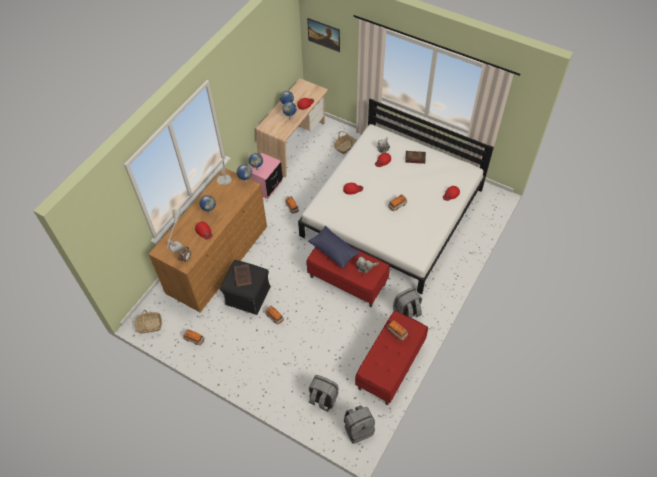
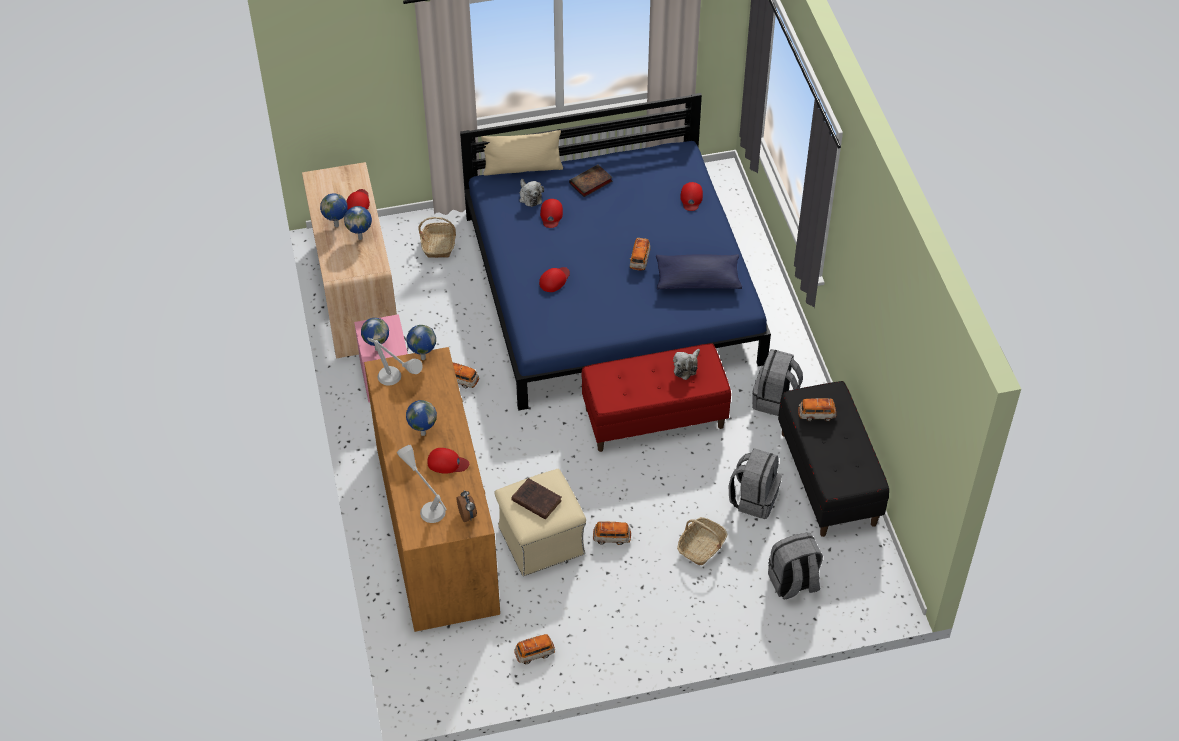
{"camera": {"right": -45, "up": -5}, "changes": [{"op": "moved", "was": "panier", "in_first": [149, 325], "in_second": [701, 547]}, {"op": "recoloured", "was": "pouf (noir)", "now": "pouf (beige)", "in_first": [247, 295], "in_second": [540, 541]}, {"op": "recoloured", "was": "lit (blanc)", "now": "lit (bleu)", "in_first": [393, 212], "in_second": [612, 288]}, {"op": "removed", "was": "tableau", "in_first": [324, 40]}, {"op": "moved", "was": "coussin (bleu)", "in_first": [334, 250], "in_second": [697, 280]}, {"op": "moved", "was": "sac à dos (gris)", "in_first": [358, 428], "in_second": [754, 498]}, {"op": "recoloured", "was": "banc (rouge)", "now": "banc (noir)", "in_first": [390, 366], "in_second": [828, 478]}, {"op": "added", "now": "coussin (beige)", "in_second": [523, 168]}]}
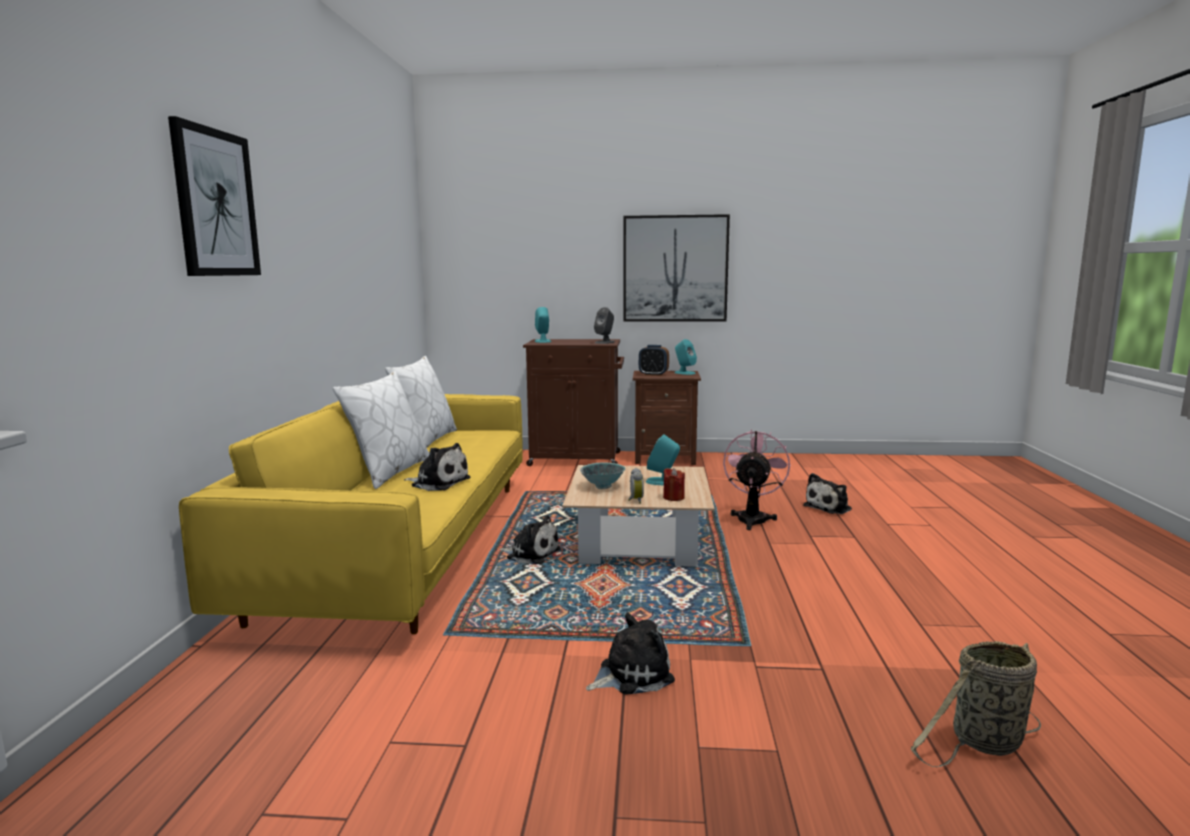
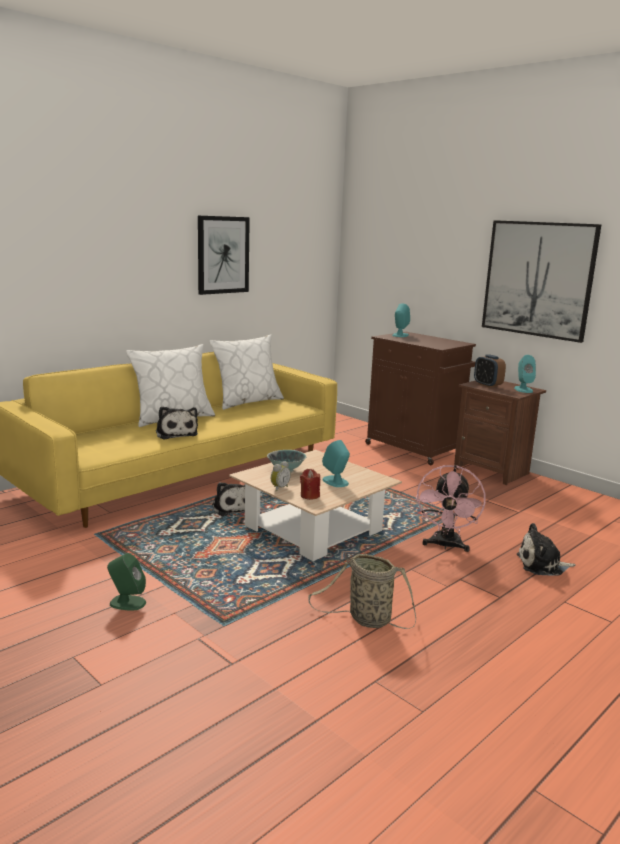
{"camera": {"right": 40, "up": 5}, "changes": [{"op": "moved", "was": "tableau", "in_first": [215, 203], "in_second": [223, 255]}, {"op": "replaced", "was": "peluche", "now": "enceinte (vert)", "in_first": [631, 674], "in_second": [127, 603]}, {"op": "removed", "was": "enceinte (gris)", "in_first": [605, 342]}, {"op": "turned", "was": "ventilateur (rose)", "in_first": [753, 518], "in_second": [445, 546], "clockwise": 135}, {"op": "moved", "was": "panier", "in_first": [983, 743], "in_second": [366, 619]}]}
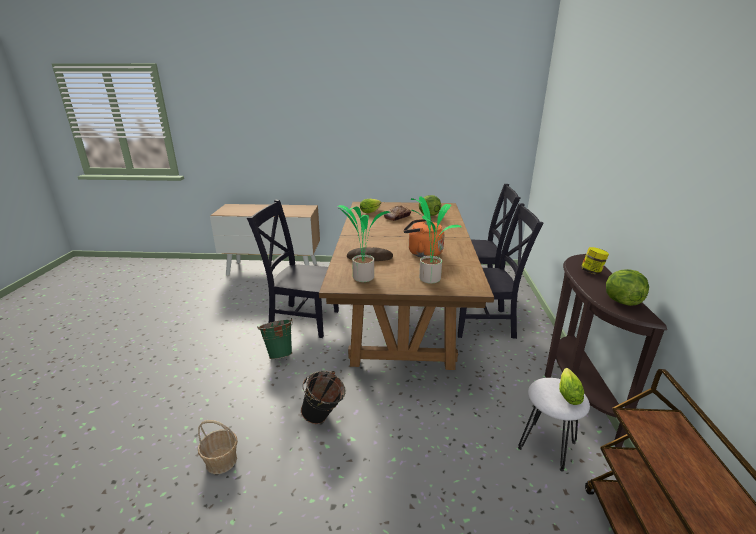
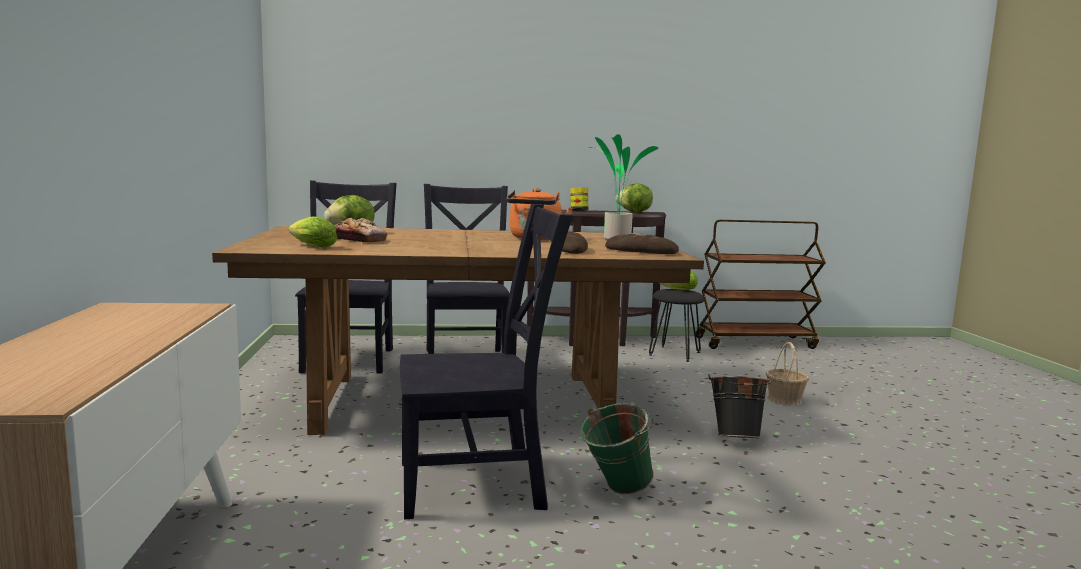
{"camera": {"right": -100, "up": -15}, "changes": [{"op": "moved", "was": "panier", "in_first": [221, 461], "in_second": [784, 400]}, {"op": "turned", "was": "chaise (noir)", "in_first": [302, 319], "in_second": [478, 484], "clockwise": -105}, {"op": "replaced", "was": "plante en pot", "now": "pain", "in_first": [361, 278], "in_second": [641, 251]}, {"op": "recoloured", "was": "tabouret (blanc)", "now": "tabouret (noir)", "in_first": [547, 445], "in_second": [675, 353]}]}
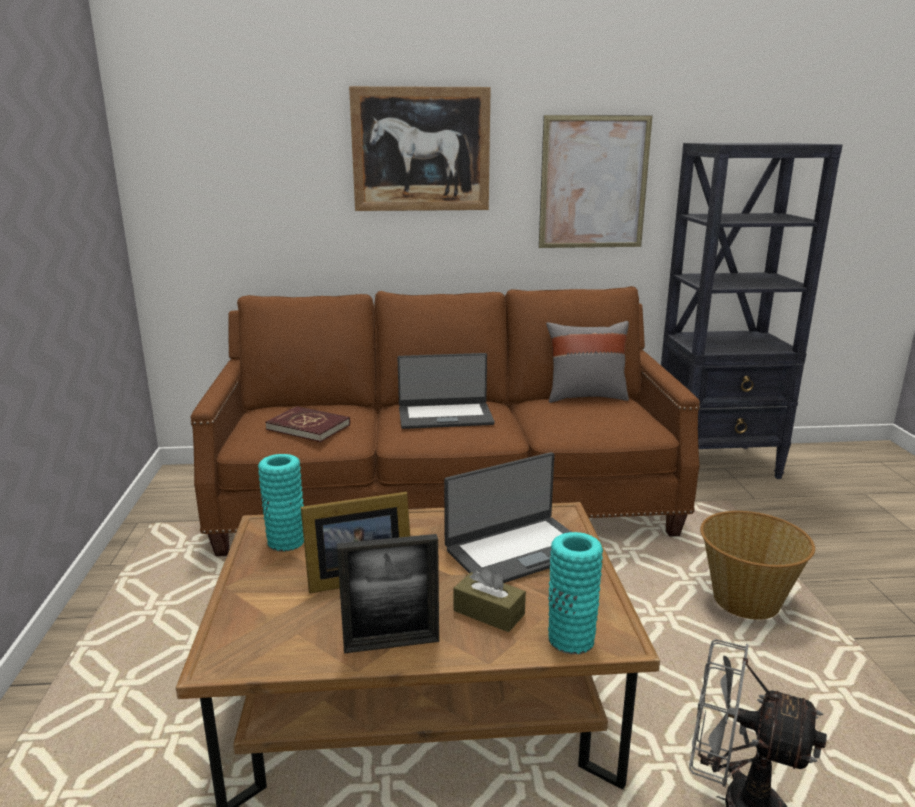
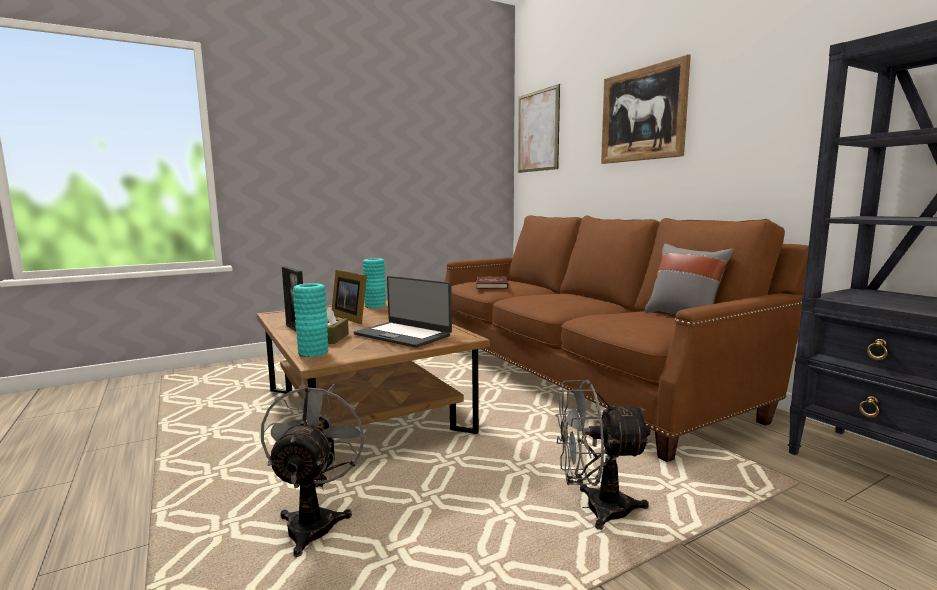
{"camera": {"right": 65, "up": -10}, "changes": [{"op": "removed", "was": "ordinateur portable", "in_first": [445, 416]}, {"op": "moved", "was": "tableau", "in_first": [593, 183], "in_second": [538, 131]}, {"op": "replaced", "was": "panier", "now": "ventilateur (gris)", "in_first": [746, 600], "in_second": [595, 509]}]}
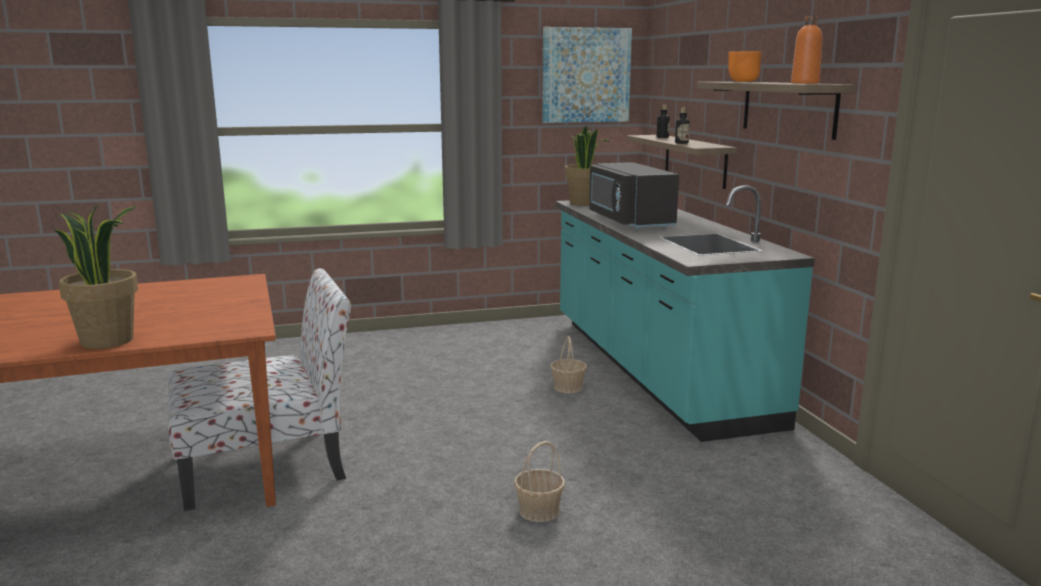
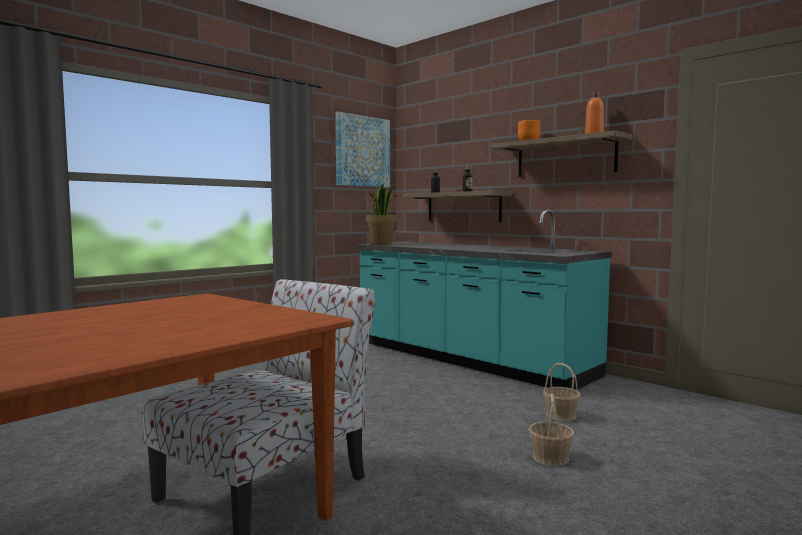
{"camera": {"right": -30, "up": -10}, "changes": [{"op": "removed", "was": "plante en pot", "in_first": [108, 340]}, {"op": "moved", "was": "panier", "in_first": [568, 387], "in_second": [561, 415]}, {"op": "removed", "was": "micro-ondes (noir)", "in_first": [628, 221]}]}
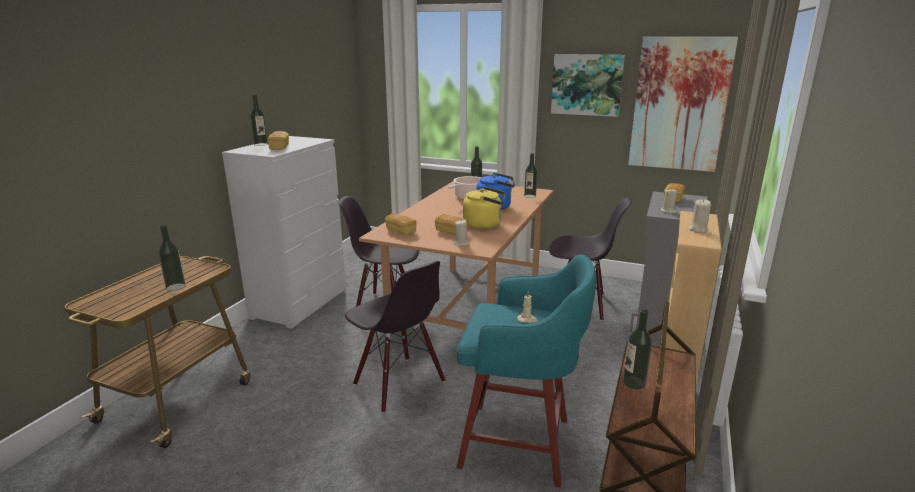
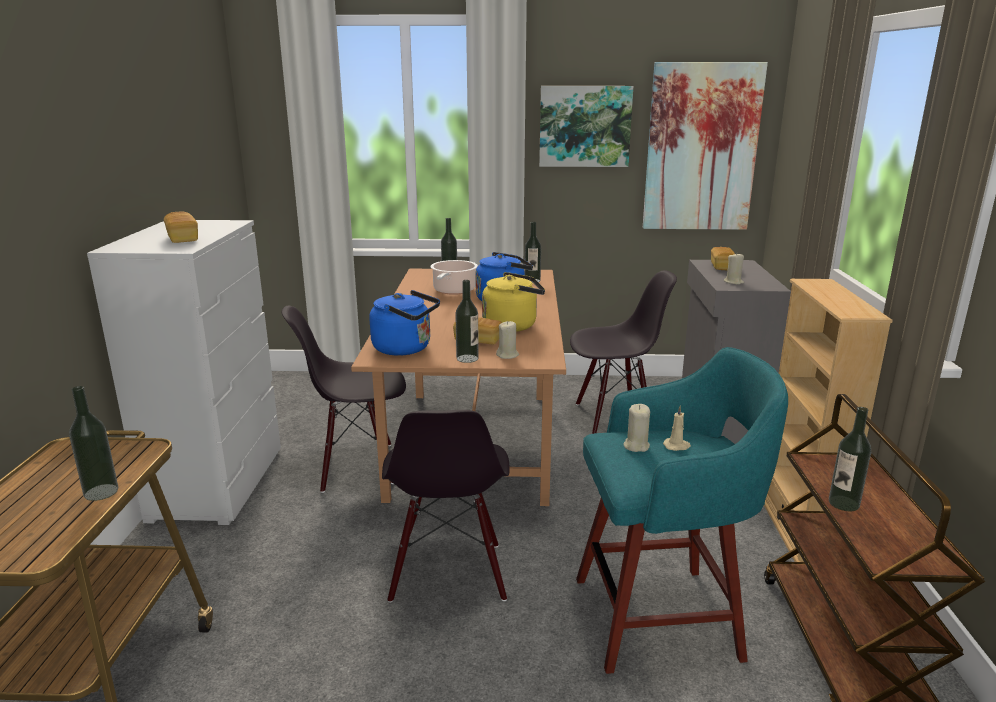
{"camera": {"right": -20, "up": 0}, "changes": [{"op": "moved", "was": "bouteille", "in_first": [261, 144], "in_second": [467, 358]}, {"op": "turned", "was": "chaise (noir)", "in_first": [398, 383], "in_second": [448, 573], "clockwise": 60}, {"op": "replaced", "was": "pain", "now": "bouilloire (bleu)", "in_first": [401, 231], "in_second": [406, 349]}, {"op": "moved", "was": "bougie (beige)", "in_first": [698, 230], "in_second": [636, 446]}]}
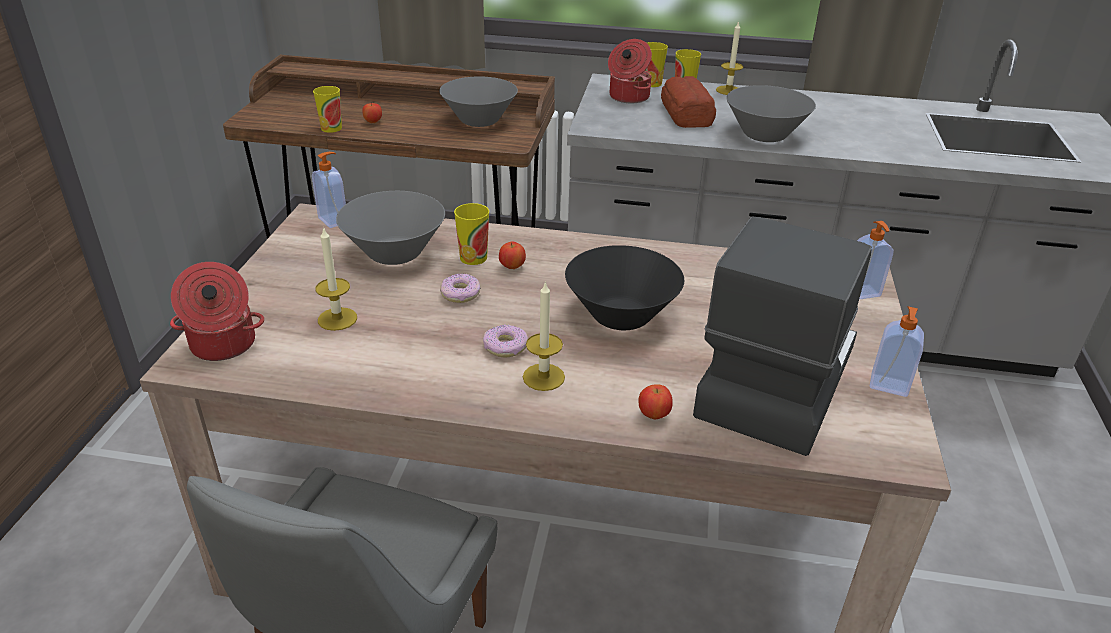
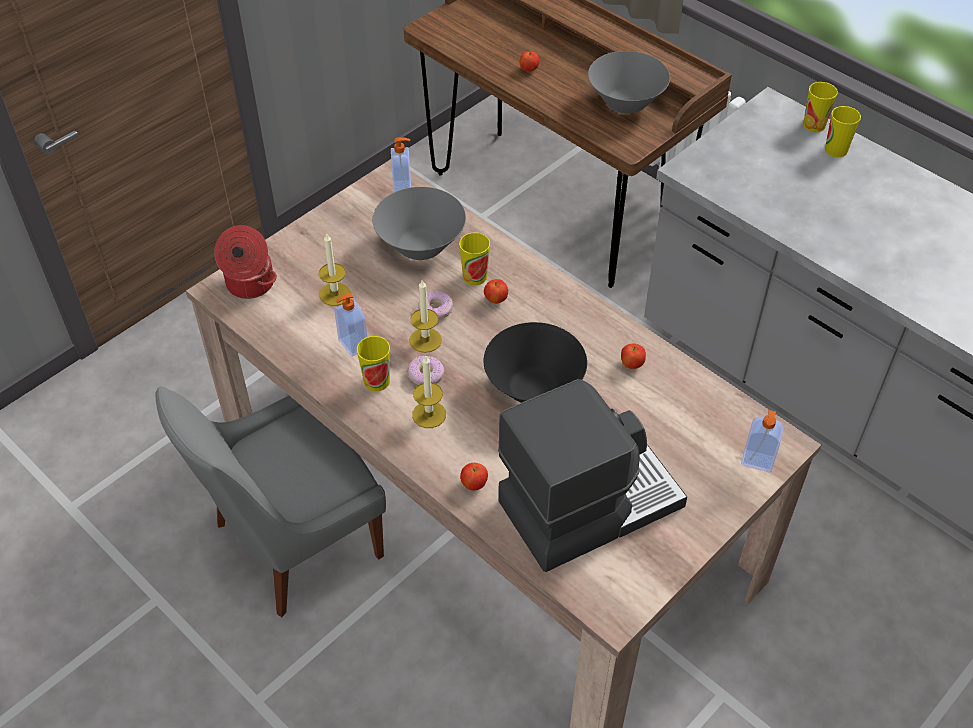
{"camera": {"right": 35, "up": 15}, "changes": [{"op": "moved", "was": "tasse", "in_first": [331, 128], "in_second": [377, 381]}, {"op": "removed", "was": "marmite", "in_first": [628, 97]}, {"op": "removed", "was": "pain", "in_first": [687, 113]}, {"op": "moved", "was": "bougie", "in_first": [728, 90], "in_second": [425, 340]}, {"op": "removed", "was": "bol (gris)", "in_first": [764, 135]}, {"op": "moved", "was": "distributeur de savon", "in_first": [888, 386], "in_second": [352, 345]}, {"op": "added", "now": "pomme", "in_second": [631, 364]}]}
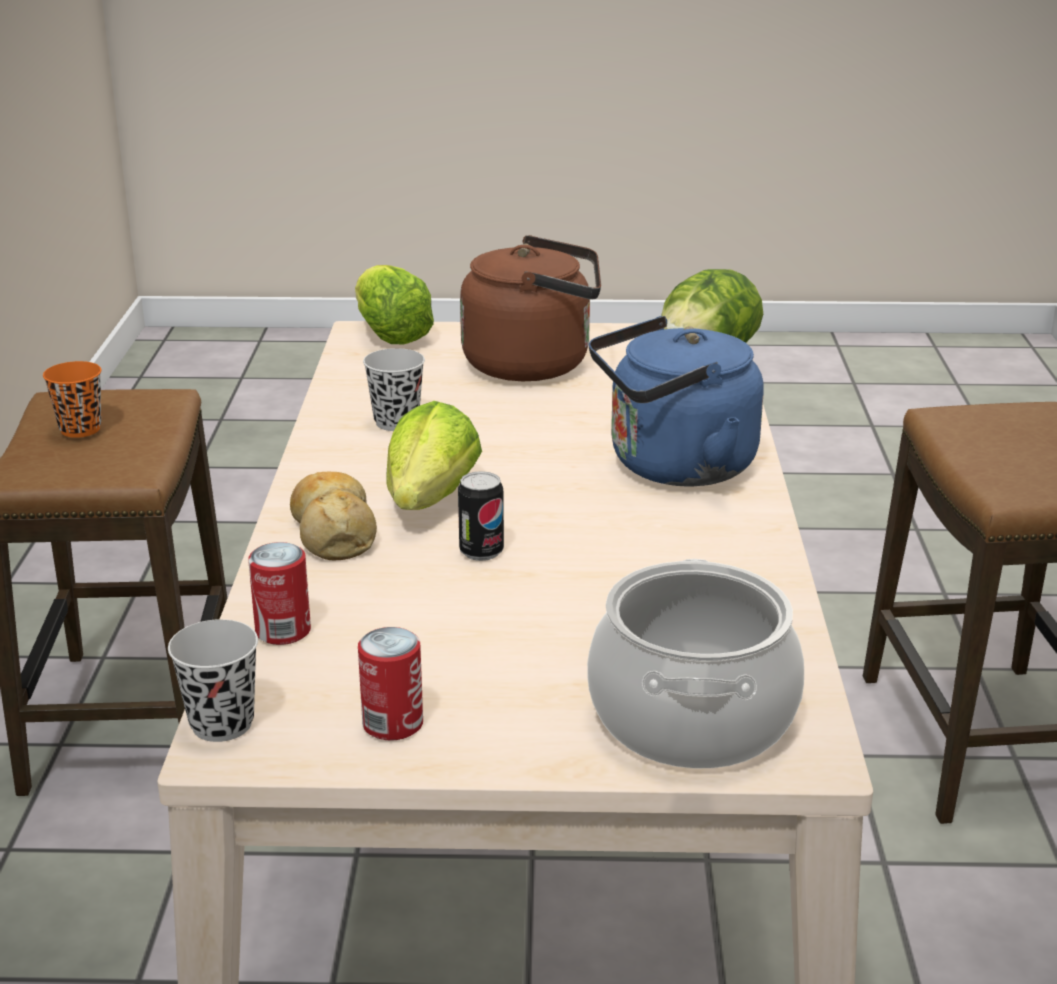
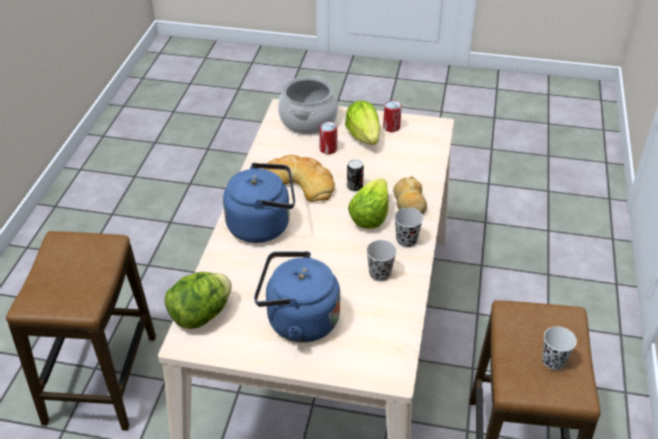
{"camera": {"right": -170, "up": 15}, "changes": [{"op": "recoloured", "was": "tasse (orange)", "now": "tasse (blanc)", "in_first": [80, 429], "in_second": [553, 361]}, {"op": "moved", "was": "tasse (noir)", "in_first": [222, 724], "in_second": [406, 240]}, {"op": "moved", "was": "boîte métallique", "in_first": [283, 631], "in_second": [328, 149]}, {"op": "moved", "was": "laitue", "in_first": [391, 336], "in_second": [364, 136]}, {"op": "recoloured", "was": "bouilloire (marron)", "now": "bouilloire (bleu)", "in_first": [535, 364], "in_second": [298, 321]}, {"op": "added", "now": "pain", "in_second": [300, 182]}]}
